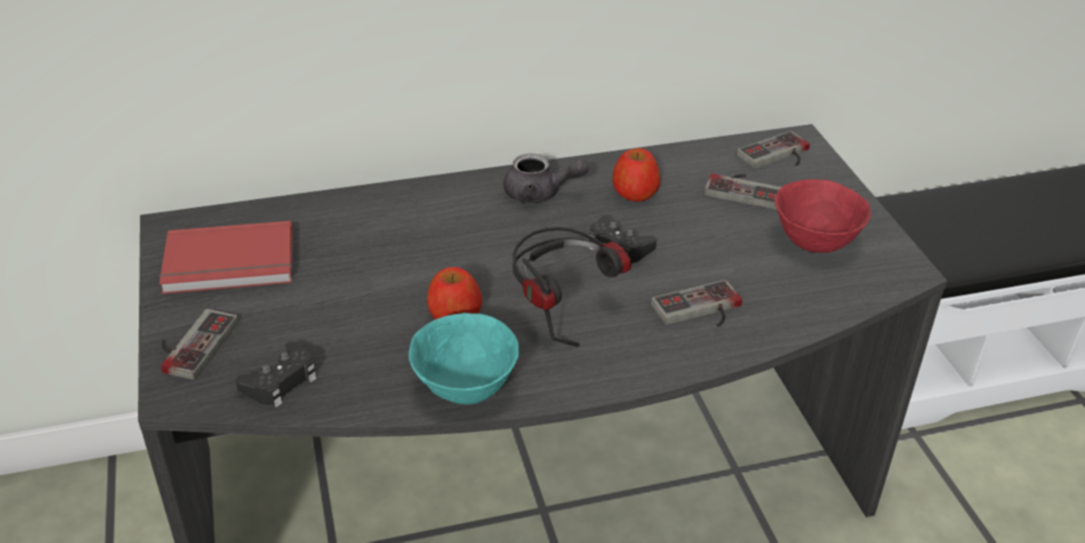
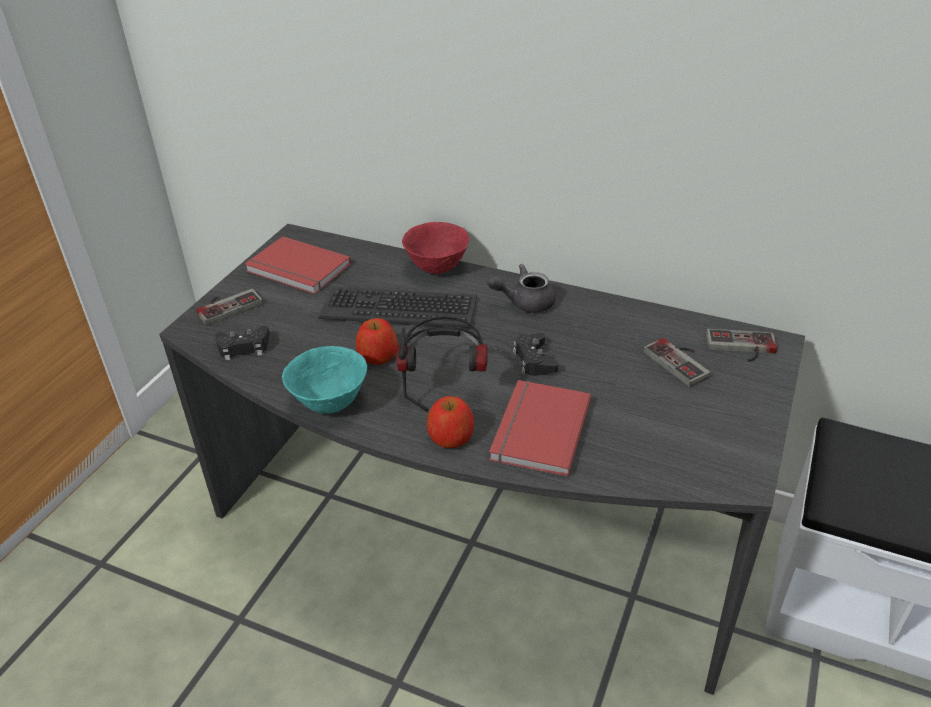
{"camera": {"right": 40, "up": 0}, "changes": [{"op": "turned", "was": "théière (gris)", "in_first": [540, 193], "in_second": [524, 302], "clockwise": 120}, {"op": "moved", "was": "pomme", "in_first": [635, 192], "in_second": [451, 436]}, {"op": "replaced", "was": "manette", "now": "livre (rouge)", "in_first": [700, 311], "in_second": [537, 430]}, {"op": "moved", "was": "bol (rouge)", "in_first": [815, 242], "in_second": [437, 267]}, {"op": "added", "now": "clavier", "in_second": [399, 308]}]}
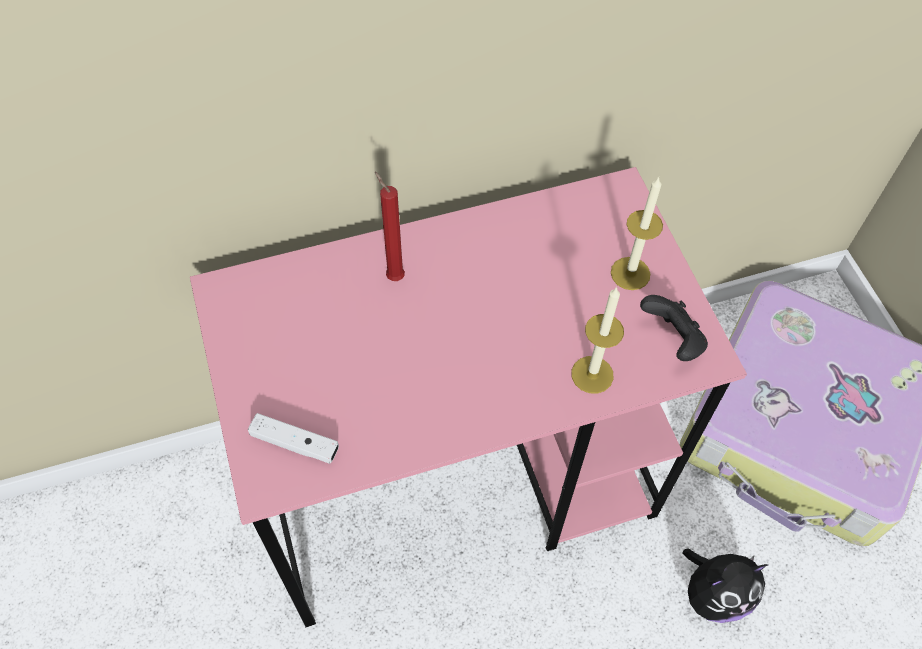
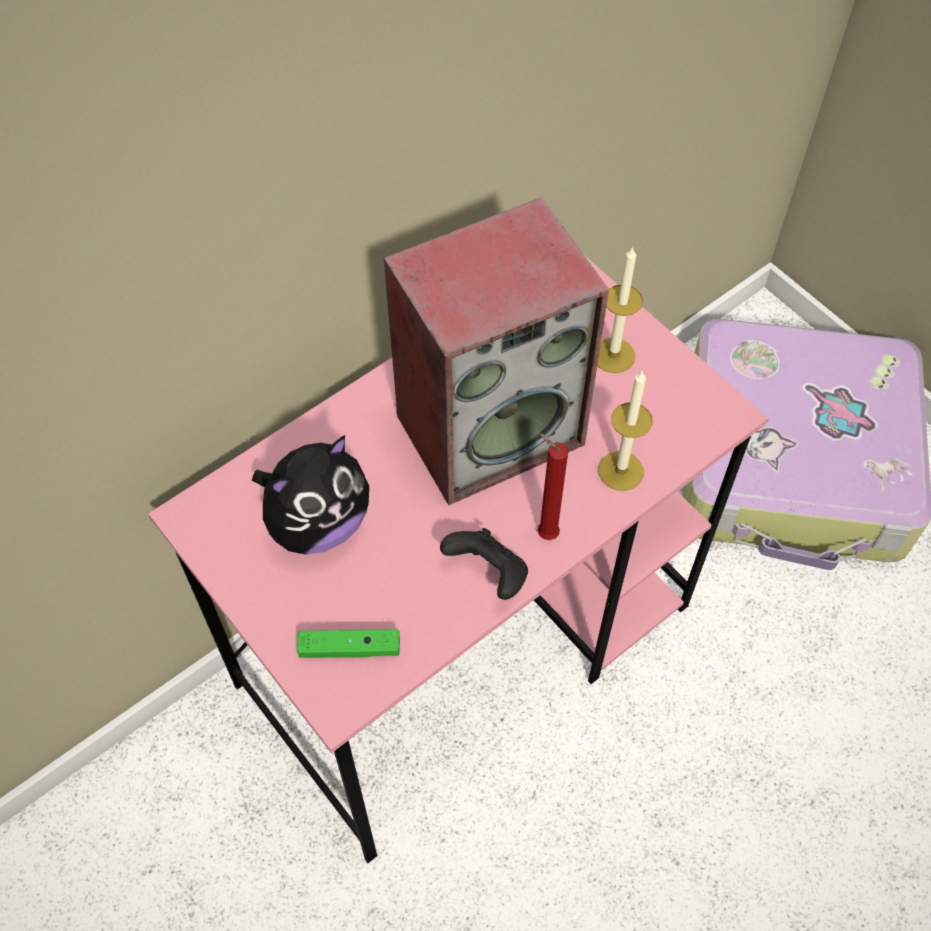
{"camera": {"right": -20, "up": 0}, "changes": [{"op": "recoloured", "was": "manette (blanc)", "now": "manette (vert)", "in_first": [295, 443], "in_second": [349, 648]}, {"op": "moved", "was": "bougie (rouge)", "in_first": [393, 276], "in_second": [544, 533]}, {"op": "moved", "was": "manette (noir)", "in_first": [672, 340], "in_second": [488, 573]}, {"op": "moved", "was": "peluche", "in_first": [714, 594], "in_second": [317, 523]}, {"op": "added", "now": "enceinte", "in_second": [491, 427]}]}
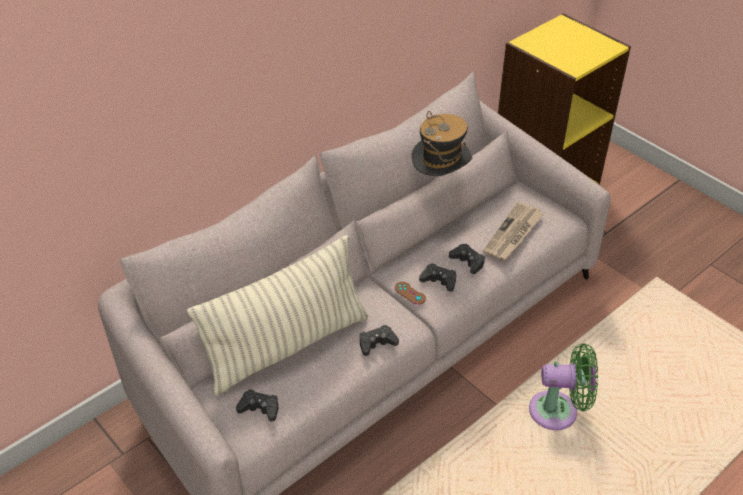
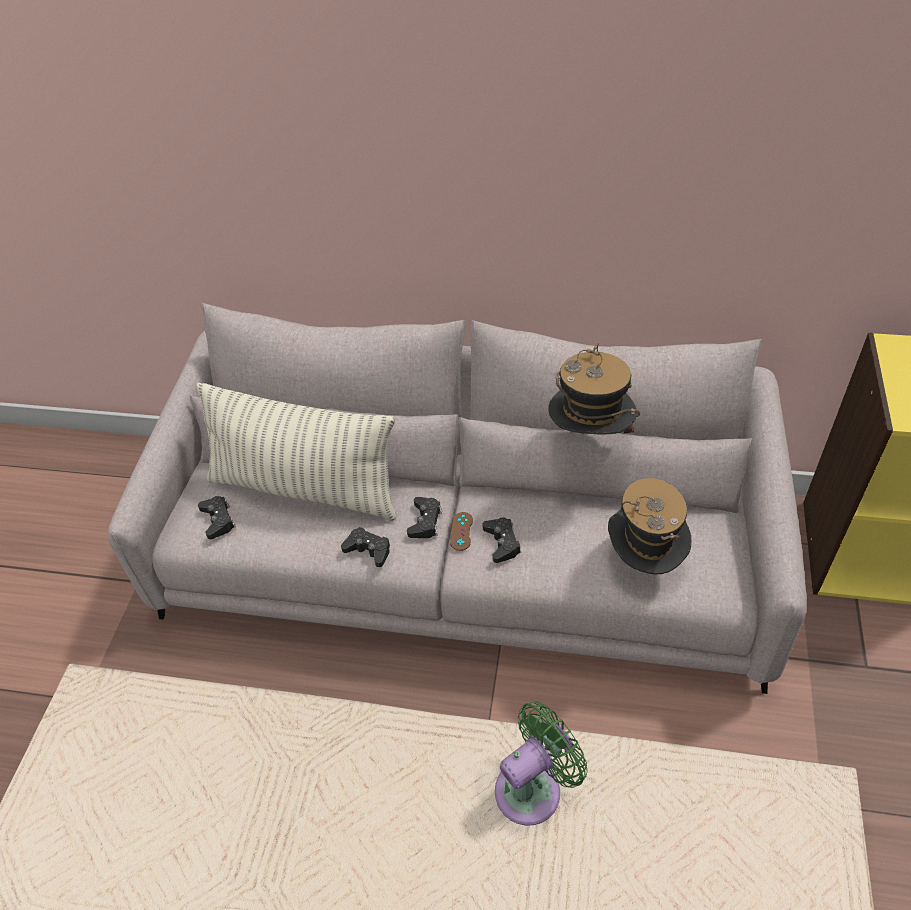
{"camera": {"right": 55, "up": 5}, "changes": [{"op": "moved", "was": "manette (noir)", "in_first": [467, 261], "in_second": [425, 521]}, {"op": "replaced", "was": "journal", "now": "chapeau", "in_first": [513, 234], "in_second": [644, 561]}, {"op": "turned", "was": "ventilateur (vert)", "in_first": [558, 411], "in_second": [534, 787], "clockwise": -90}]}
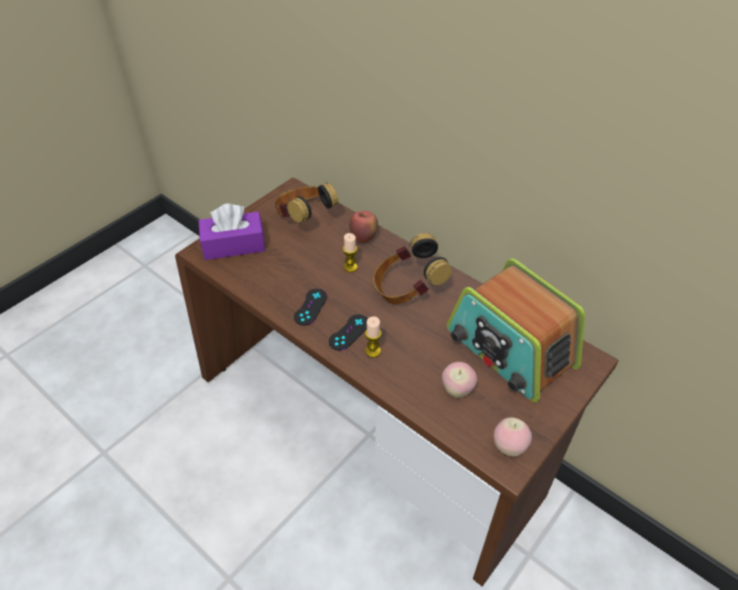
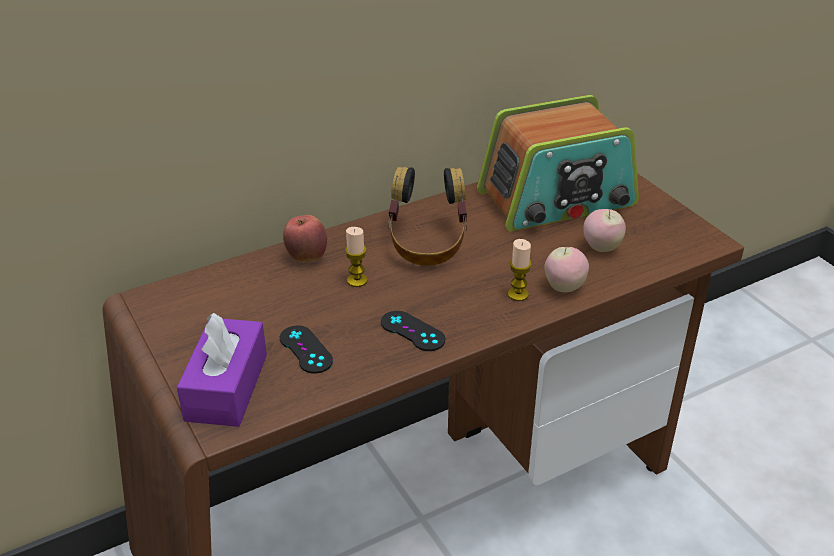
{"camera": {"right": -70, "up": -10}, "changes": [{"op": "removed", "was": "casque audio", "in_first": [304, 218]}, {"op": "moved", "was": "manette (noir)", "in_first": [349, 332], "in_second": [306, 349]}, {"op": "moved", "was": "pomme", "in_first": [509, 447], "in_second": [564, 287]}]}
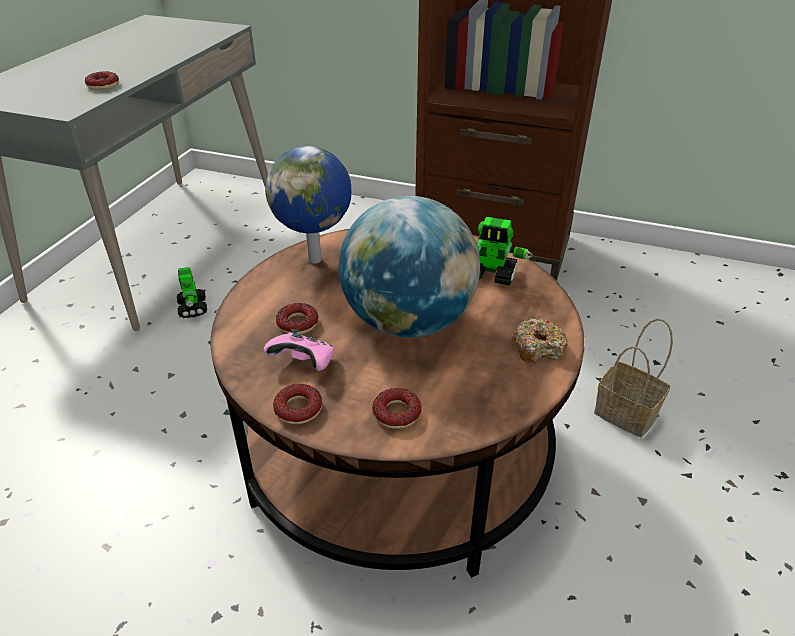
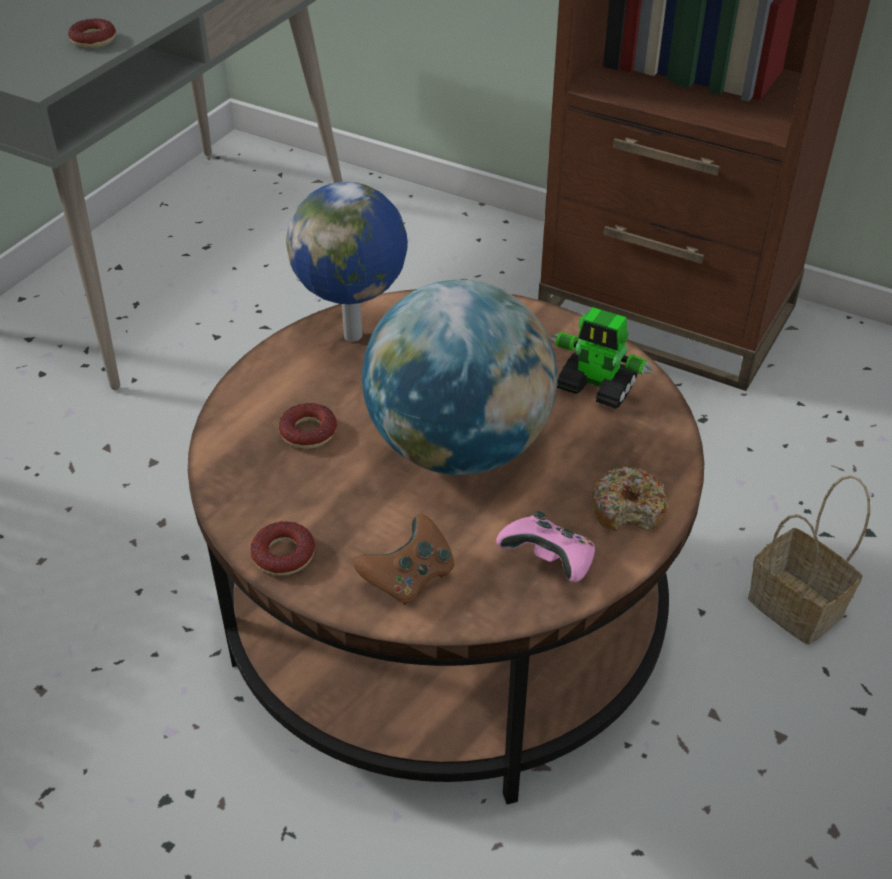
{"camera": {"right": 10, "up": 5}, "changes": [{"op": "removed", "was": "robot jouet", "in_first": [193, 308]}, {"op": "moved", "was": "manette (rose)", "in_first": [305, 363], "in_second": [549, 562]}, {"op": "replaced", "was": "beignet", "now": "manette (marron)", "in_first": [396, 413], "in_second": [408, 577]}]}
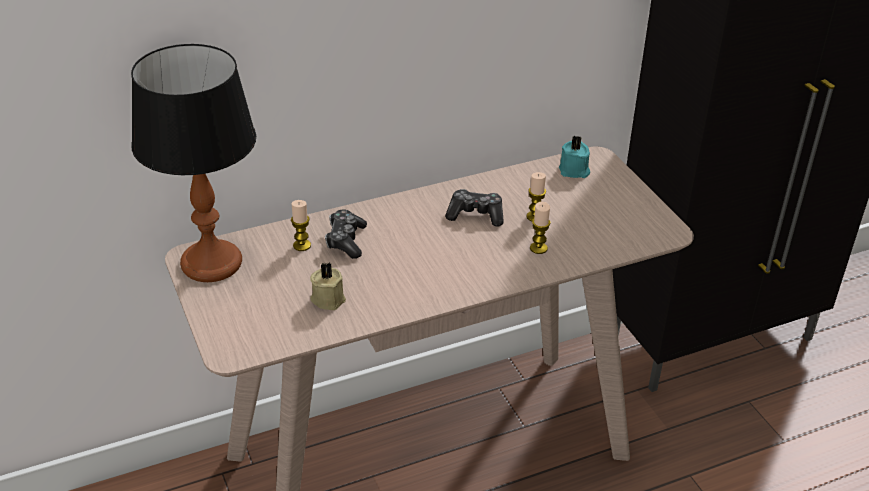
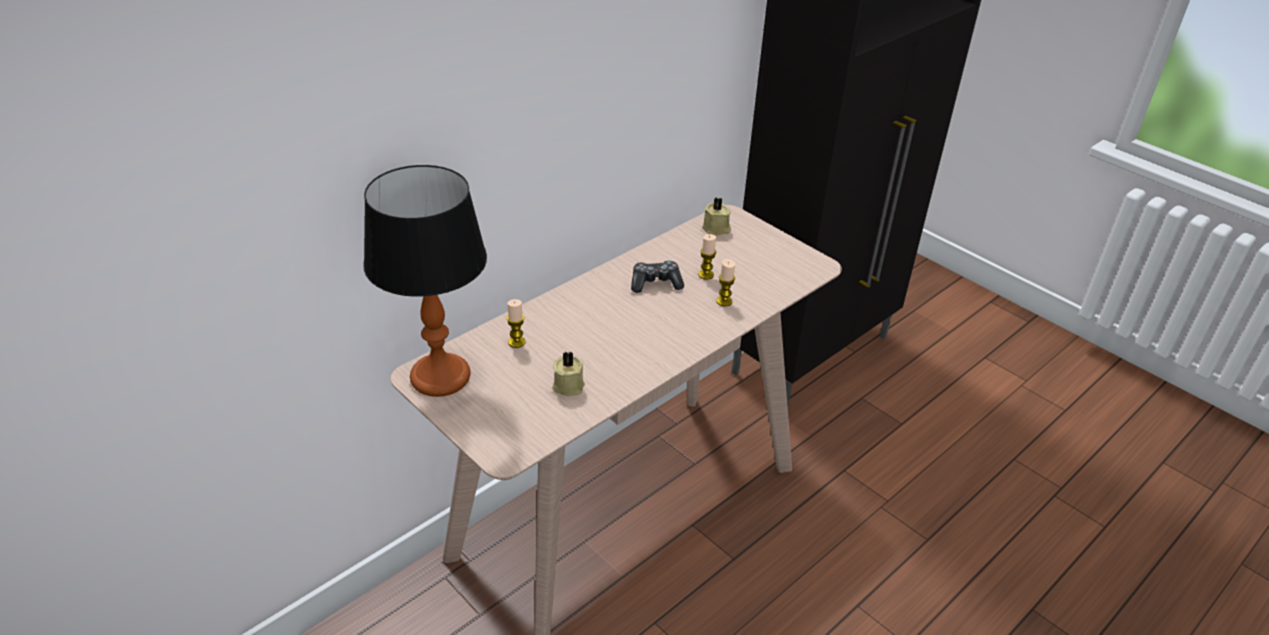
{"camera": {"right": -20, "up": 0}, "changes": [{"op": "removed", "was": "manette", "in_first": [346, 241]}, {"op": "recoloured", "was": "bougie (turquoise)", "now": "bougie (beige)", "in_first": [574, 171], "in_second": [716, 229]}]}
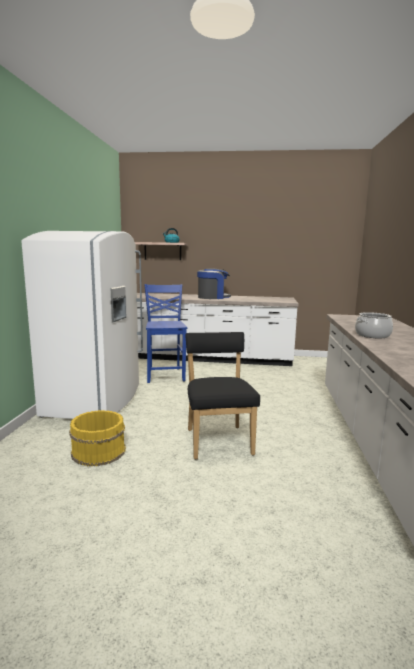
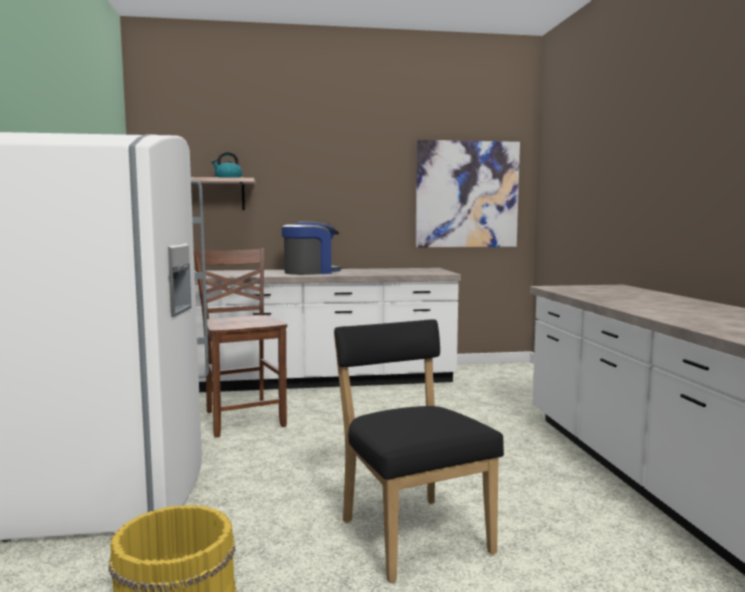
{"camera": {"right": -15, "up": -5}, "changes": [{"op": "recoloured", "was": "chaise (bleu)", "now": "chaise (marron)", "in_first": [165, 375], "in_second": [243, 418]}, {"op": "removed", "was": "marmite", "in_first": [372, 335]}, {"op": "added", "now": "tableau", "in_second": [467, 194]}]}
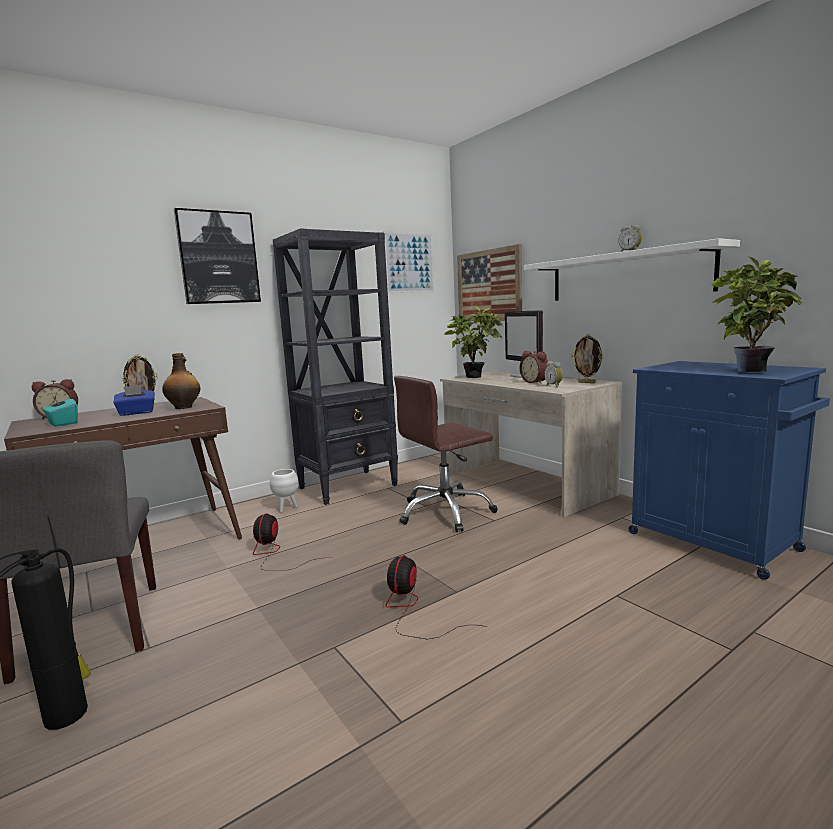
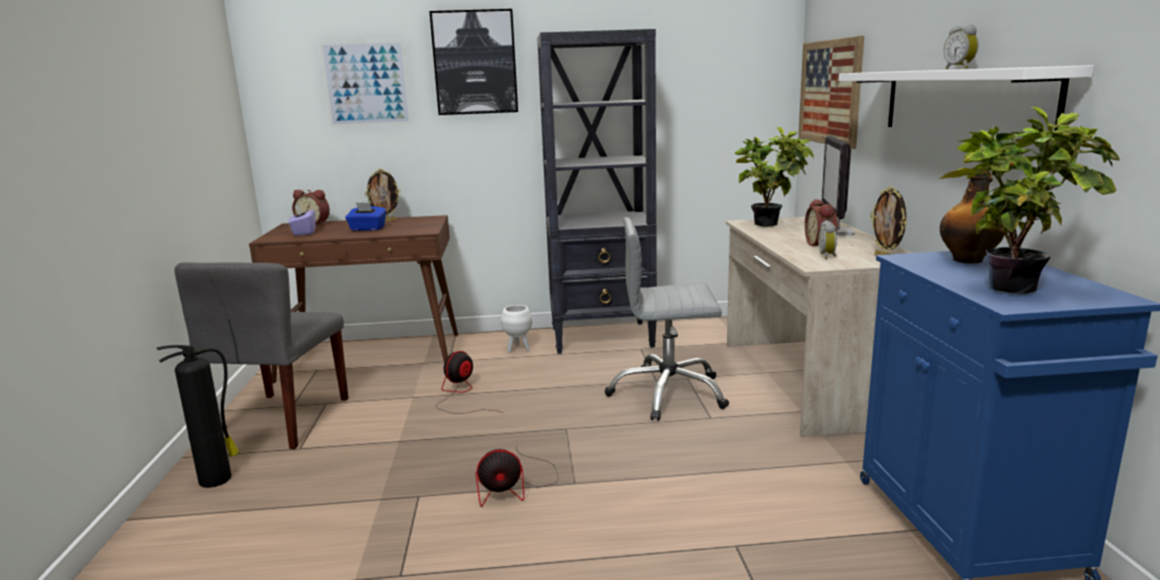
{"camera": {"right": 30, "up": 5}, "changes": [{"op": "recoloured", "was": "boîte à mouchoirs (turquoise)", "now": "boîte à mouchoirs (violet)", "in_first": [62, 423], "in_second": [304, 232]}, {"op": "moved", "was": "bouteille", "in_first": [184, 407], "in_second": [968, 260]}, {"op": "moved", "was": "tableau", "in_first": [409, 262], "in_second": [366, 84]}, {"op": "turned", "was": "ventilateur", "in_first": [413, 609], "in_second": [515, 486], "clockwise": -150}, {"op": "recoloured", "was": "chaise de bureau (marron)", "now": "chaise de bureau (gris)", "in_first": [445, 512], "in_second": [668, 393]}]}
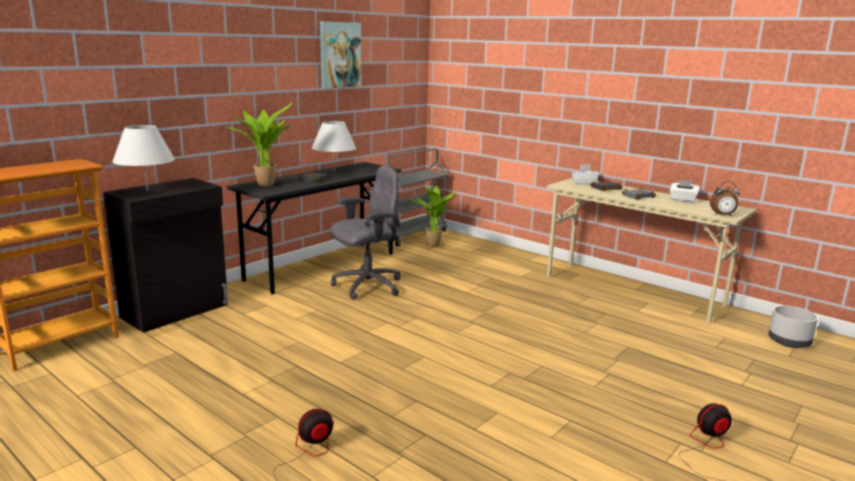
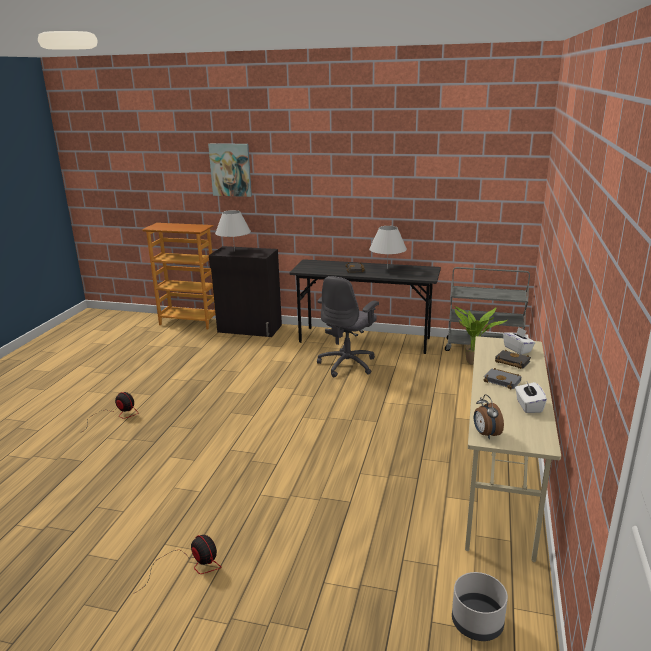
{"camera": {"right": 65, "up": 5}, "changes": [{"op": "removed", "was": "plante en pot", "in_first": [266, 184]}, {"op": "moved", "was": "tableau", "in_first": [339, 55], "in_second": [231, 169]}, {"op": "turned", "was": "chaise de bureau (gris)", "in_first": [367, 286], "in_second": [348, 364], "clockwise": 90}]}
